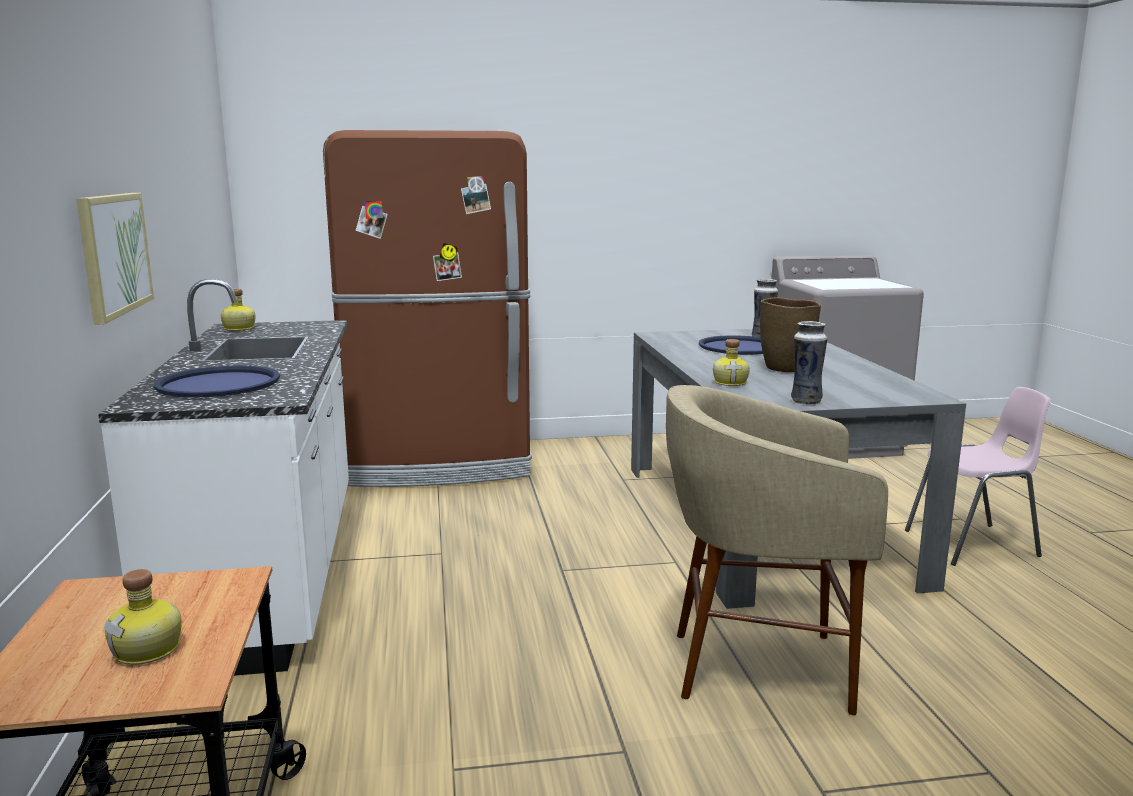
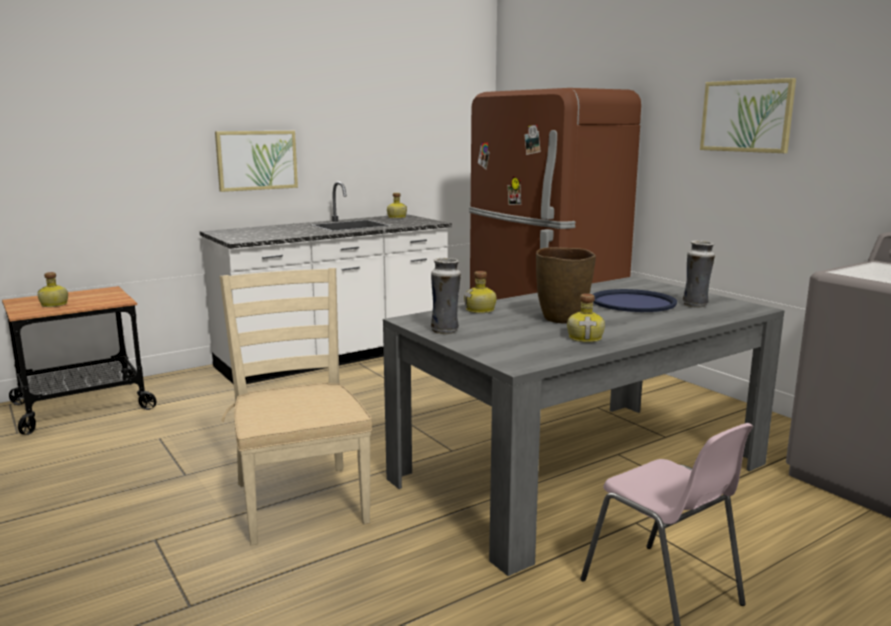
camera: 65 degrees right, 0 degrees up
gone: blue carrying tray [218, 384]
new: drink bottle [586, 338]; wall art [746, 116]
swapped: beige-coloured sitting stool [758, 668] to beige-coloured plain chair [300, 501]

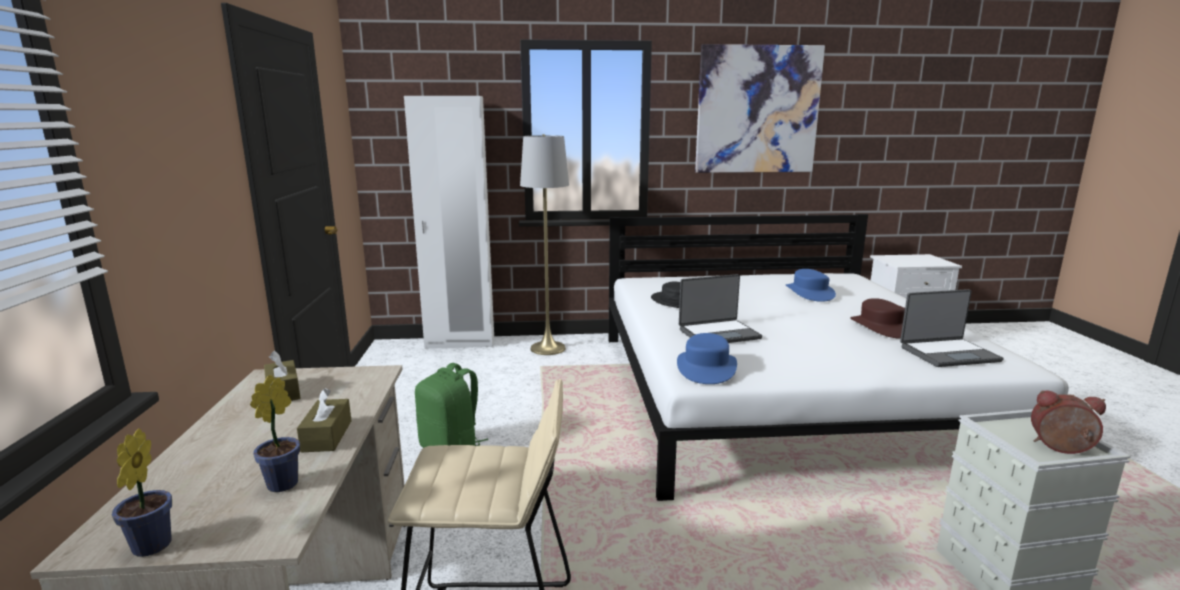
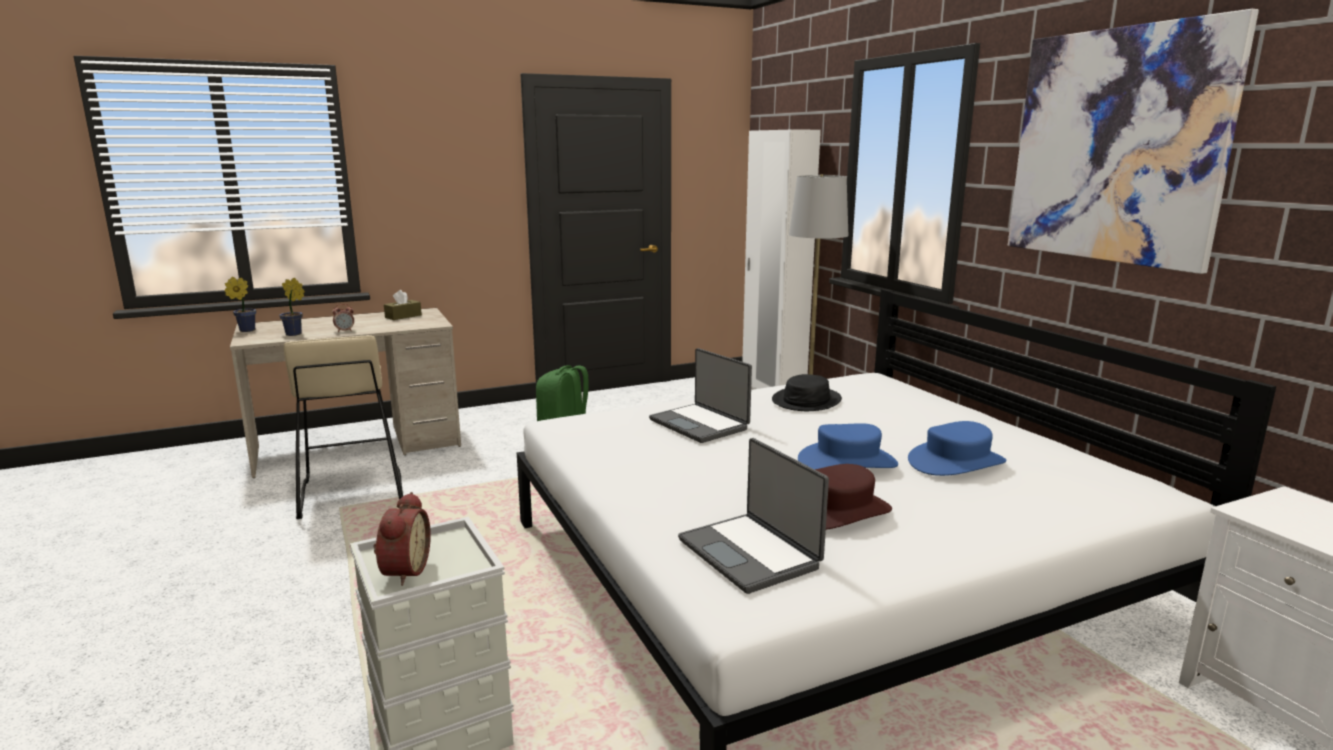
camera: 70 degrees right, 0 degrees up
shifted: blue clothing hat [706, 368] to [847, 462]
swapped: brown tissue box [327, 436] to bedside clock [345, 331]

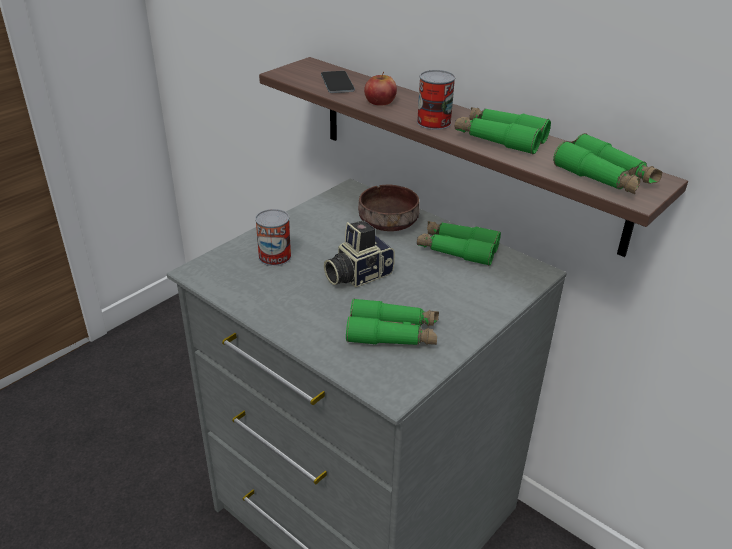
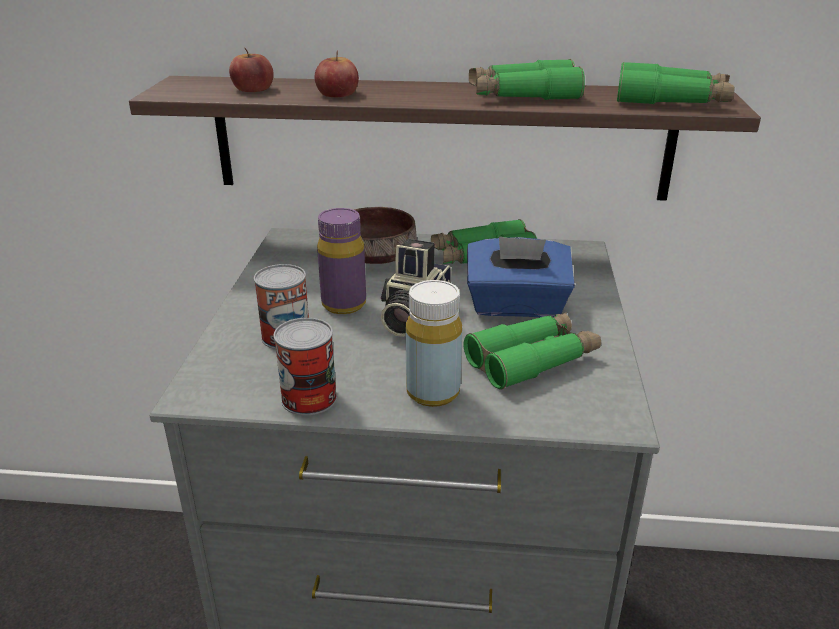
camera: 35 degrees left, 5 degrees down
new: purple drink bottle [344, 304]; yellow drink bottle [433, 392]; blue tissue box [516, 306]
shifted: can [434, 122] to [309, 398]
swapped: handset [337, 82] to whole apple [253, 89]

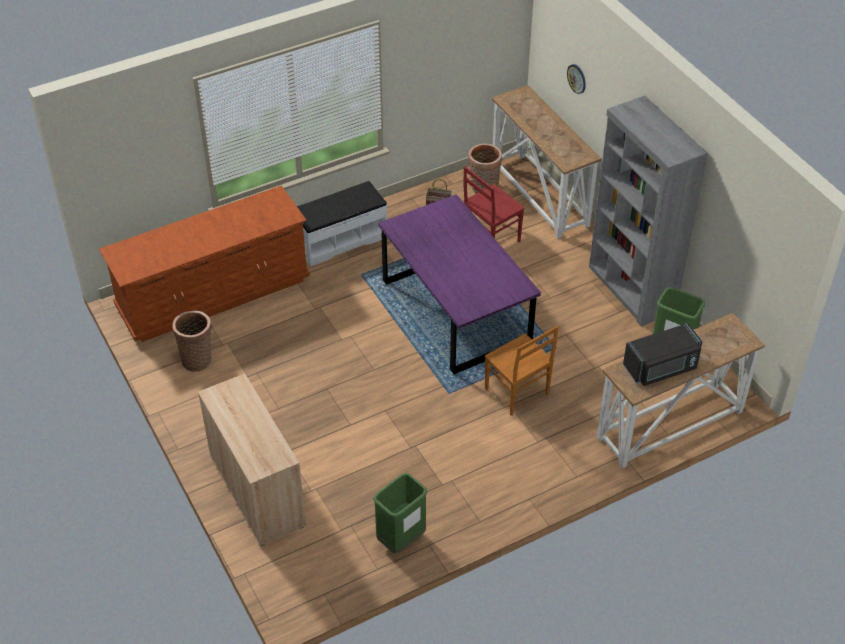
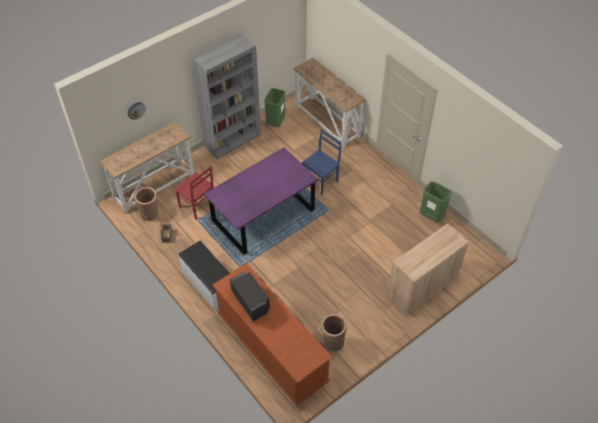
camera: 100 degrees left, 5 degrees up
shifted: blackish microwave oven [661, 368] to [251, 301]
repainted: brown plain chair [517, 393] to blue plain chair [321, 181]

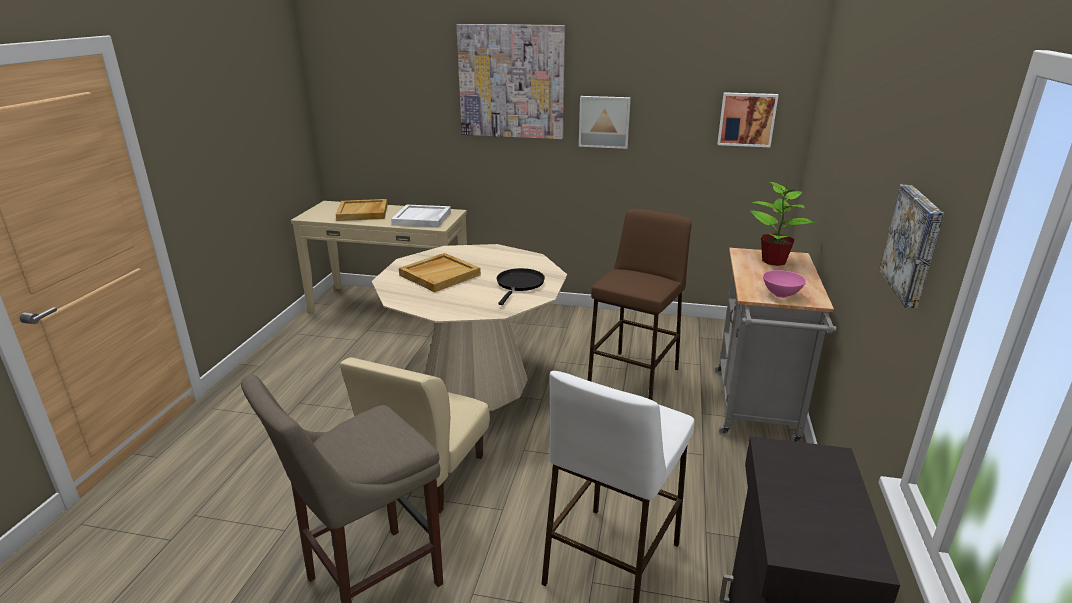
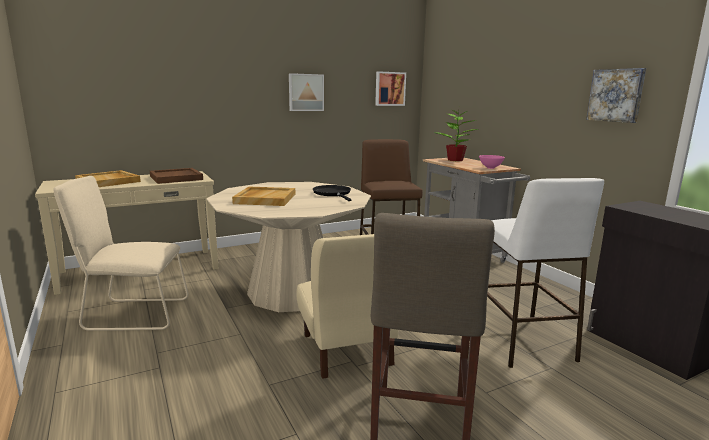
camera: 40 degrees left, 10 degrees down
gone: wall art [511, 82]
new: beige-coloured plain chair [133, 314]
repainted: whitish carrying tray [422, 218] to brown carrying tray [176, 178]

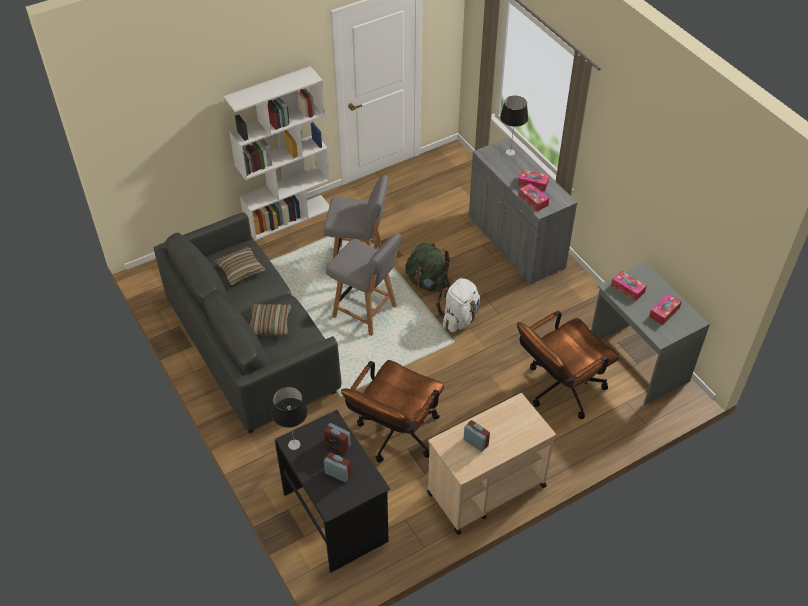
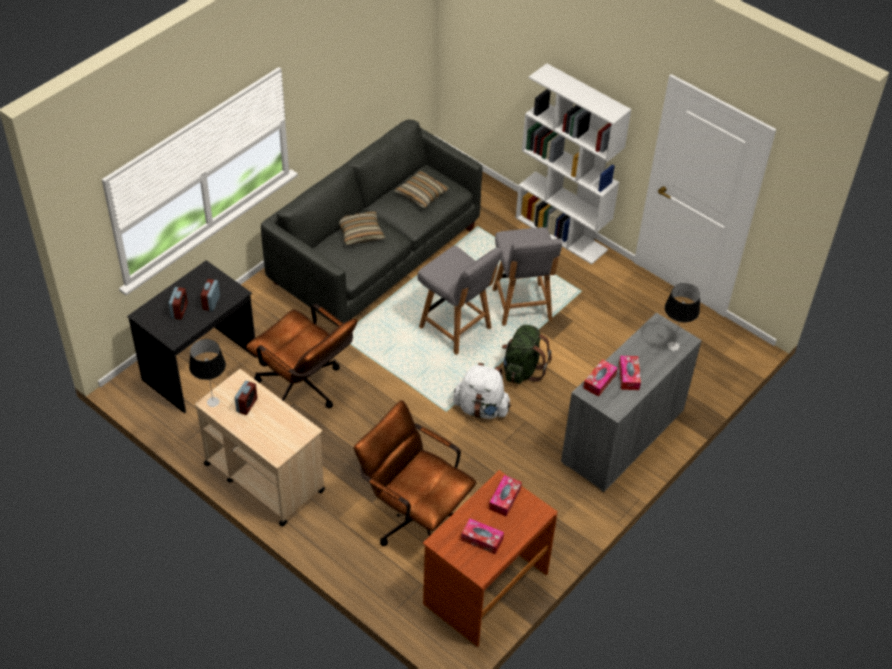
camera: 70 degrees right, 0 degrees up
shifted: lamp for a table [294, 445] to [212, 402]
repainted: greyish desk unit [637, 362] to brown desk unit [485, 587]
rotated: brown office chair [394, 437] = [305, 390] 150 degrees counterclockwise; greyish plain chair [366, 312] = [456, 329] 60 degrees counterclockwise

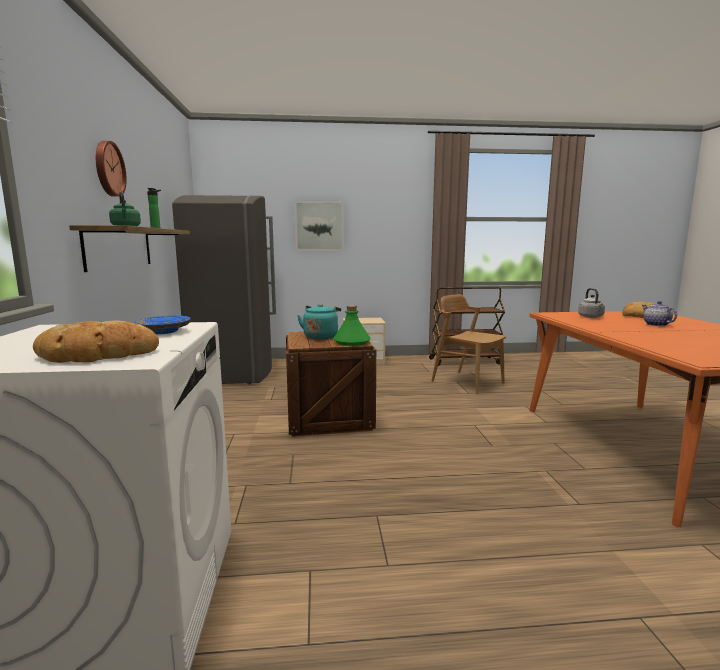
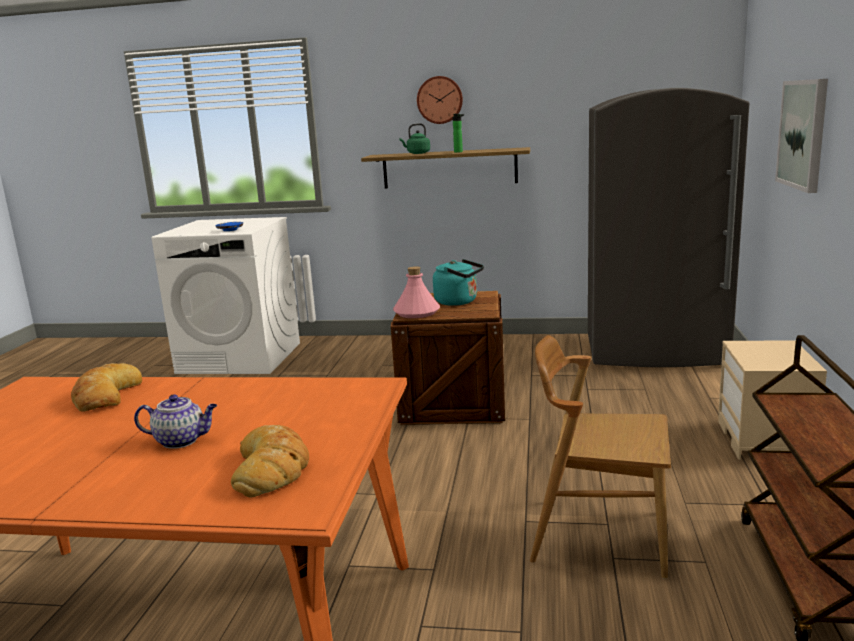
camera: 105 degrees right, 5 degrees up
gone: greyish kettle [591, 317]
shifted: bakery bread [97, 355] to [105, 395]
repainted: green-coloured drink bottle [351, 342] to pink drink bottle [417, 312]
rotated: brown plain chair [467, 382] = [599, 535] 135 degrees counterclockwise

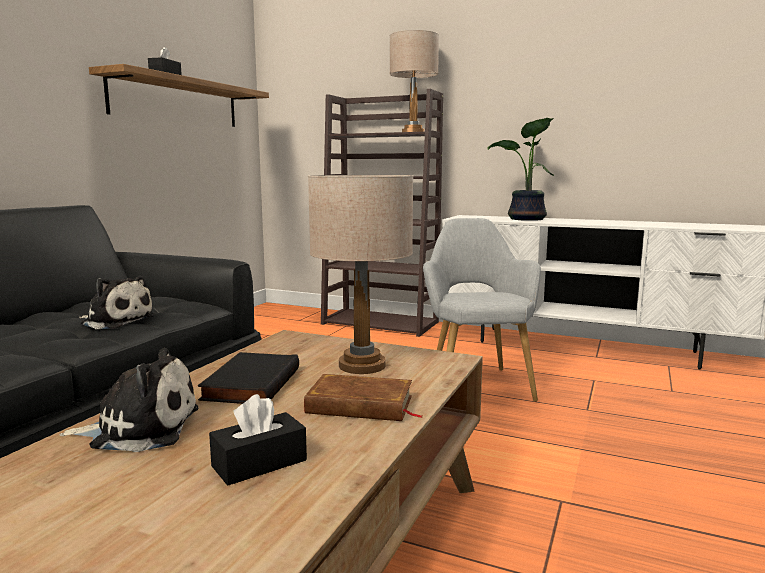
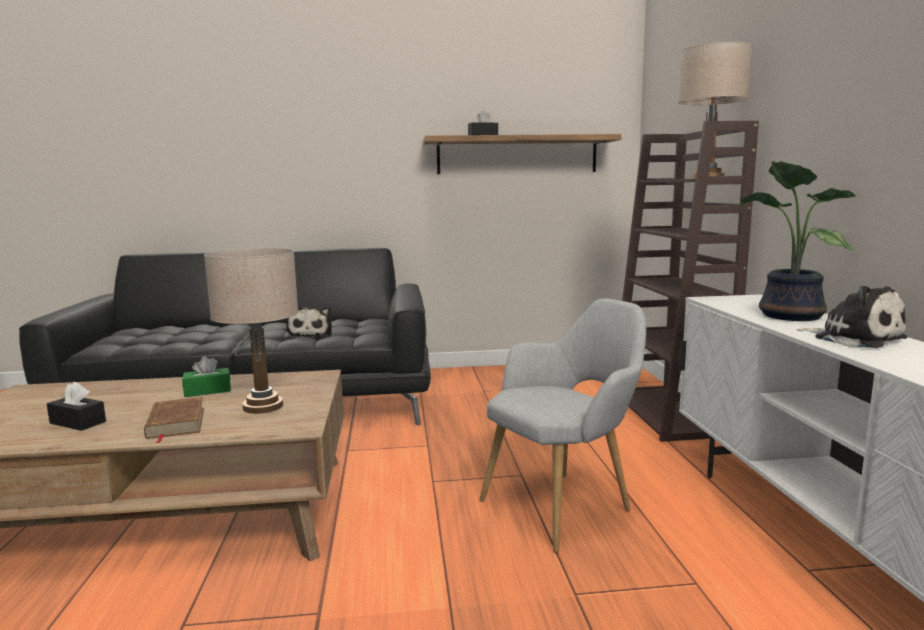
camera: 60 degrees right, 0 degrees up
shifted: soft toy [140, 428] to [854, 338]
swapped: blackish book [250, 383] to green-coloured tissue box [208, 391]

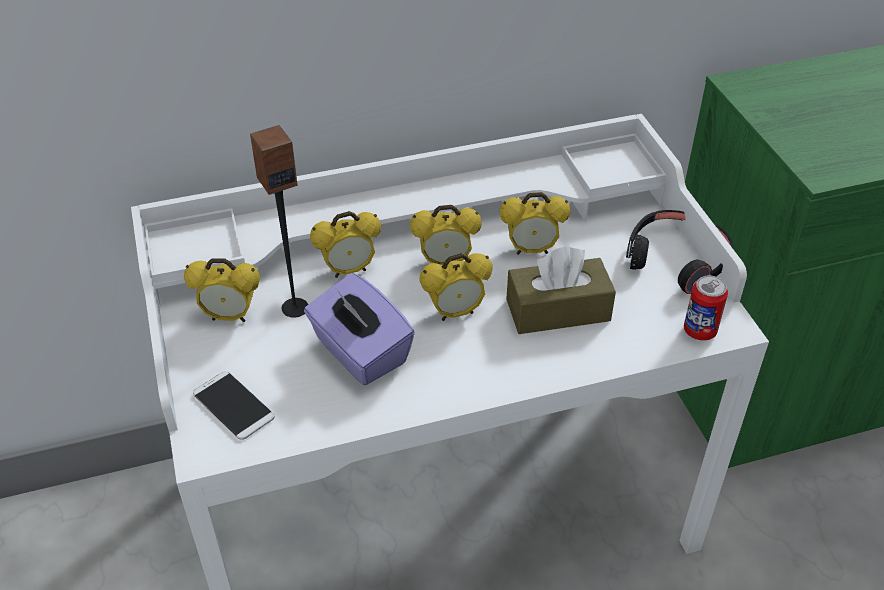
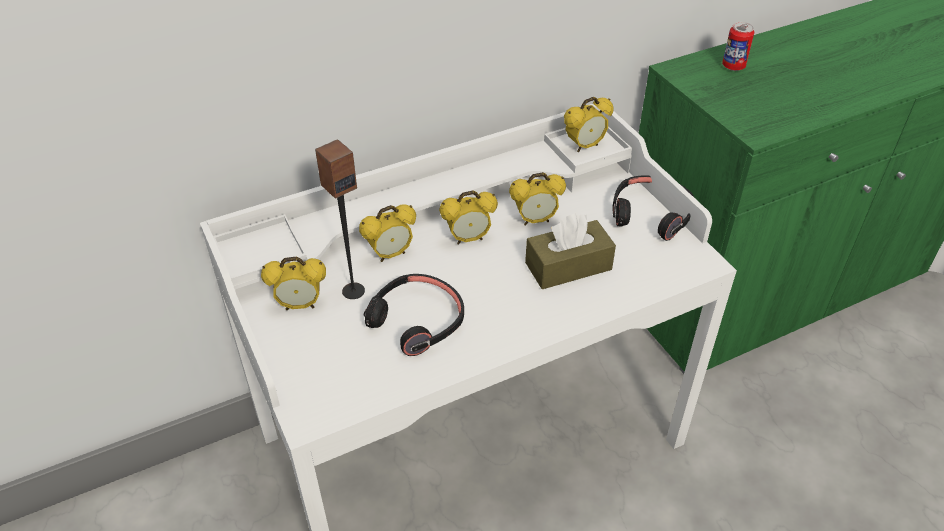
camera: 10 degrees left, 0 degrees up
gone: handset [233, 406]
shifted: bedside clock [455, 313] to [585, 146]; can [699, 331] to [733, 66]
swapped: purple tissue box [360, 352] to blackish headphones [417, 321]

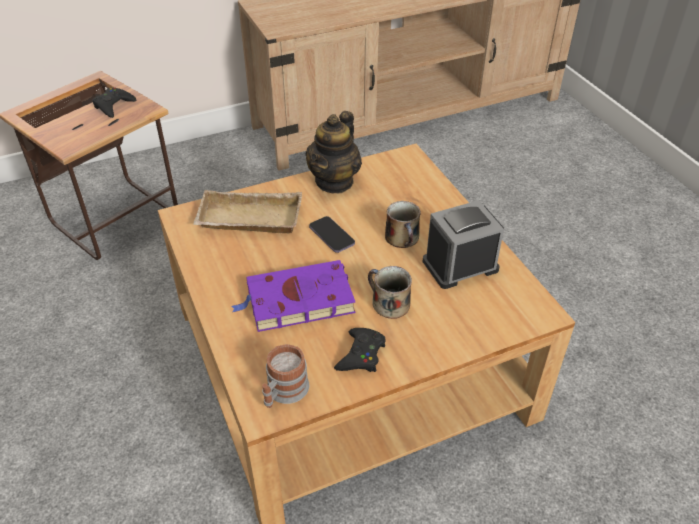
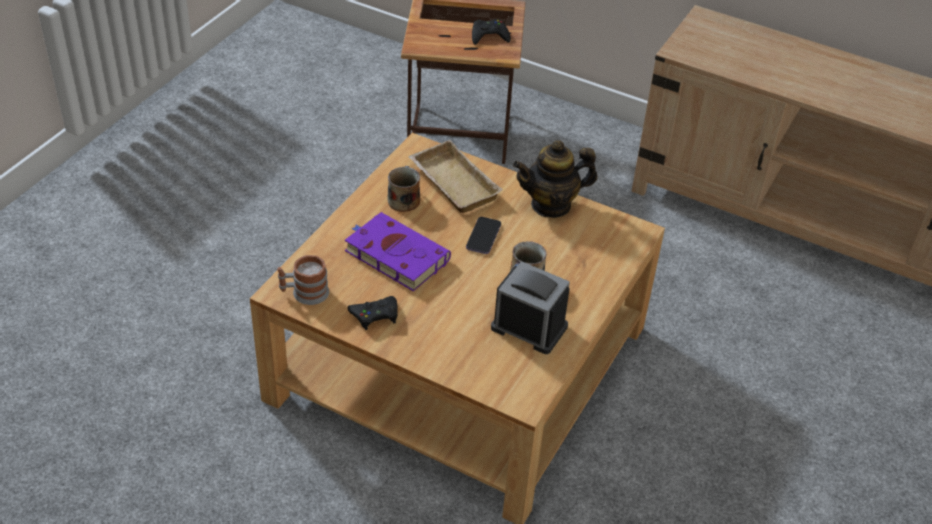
camera: 50 degrees right, 0 degrees up
shifted: tea mug [388, 303] to [403, 199]

